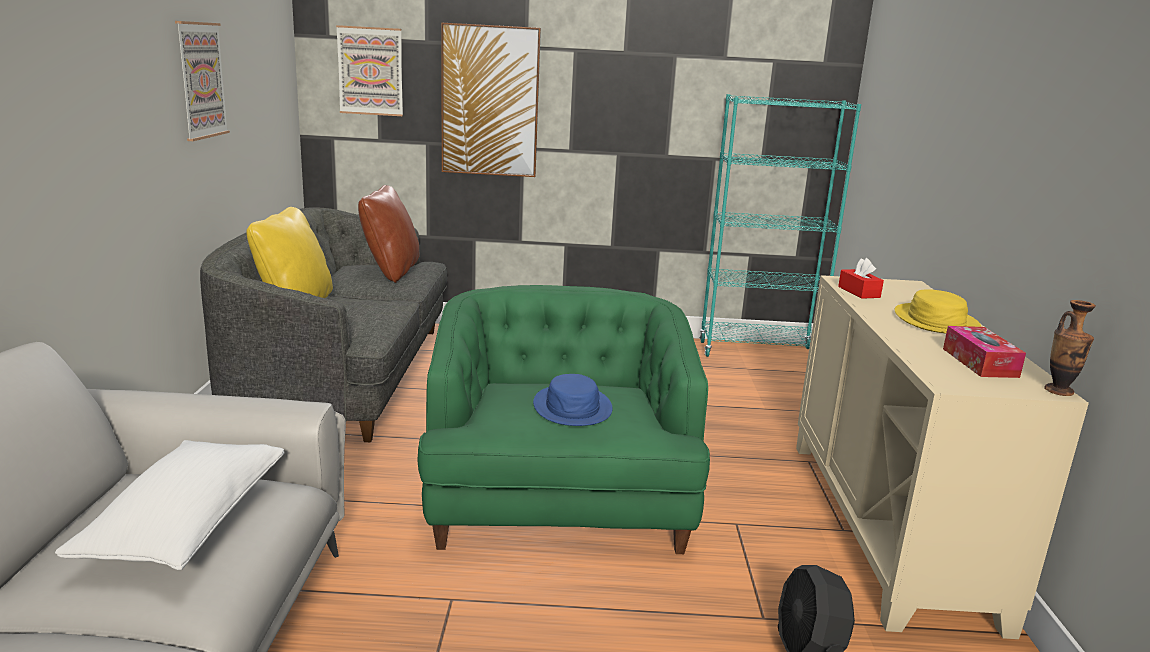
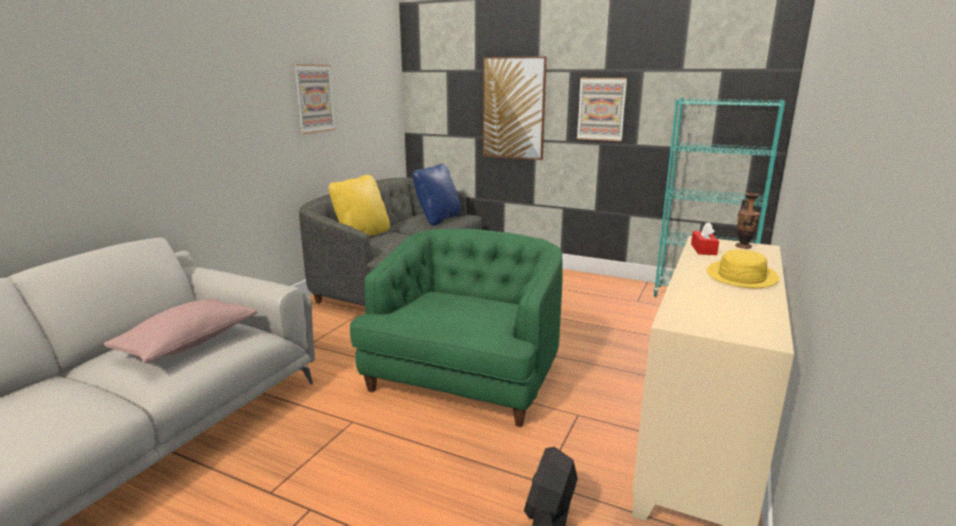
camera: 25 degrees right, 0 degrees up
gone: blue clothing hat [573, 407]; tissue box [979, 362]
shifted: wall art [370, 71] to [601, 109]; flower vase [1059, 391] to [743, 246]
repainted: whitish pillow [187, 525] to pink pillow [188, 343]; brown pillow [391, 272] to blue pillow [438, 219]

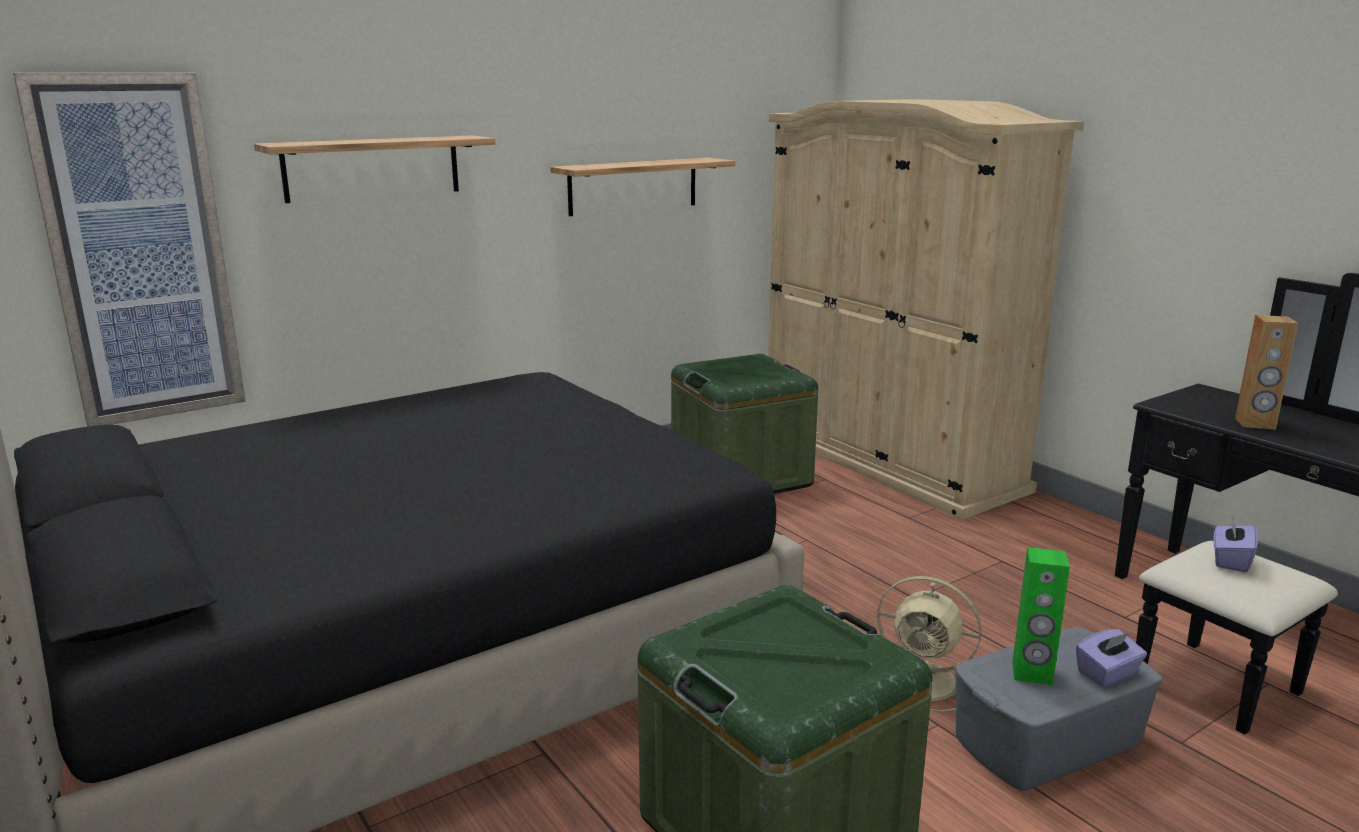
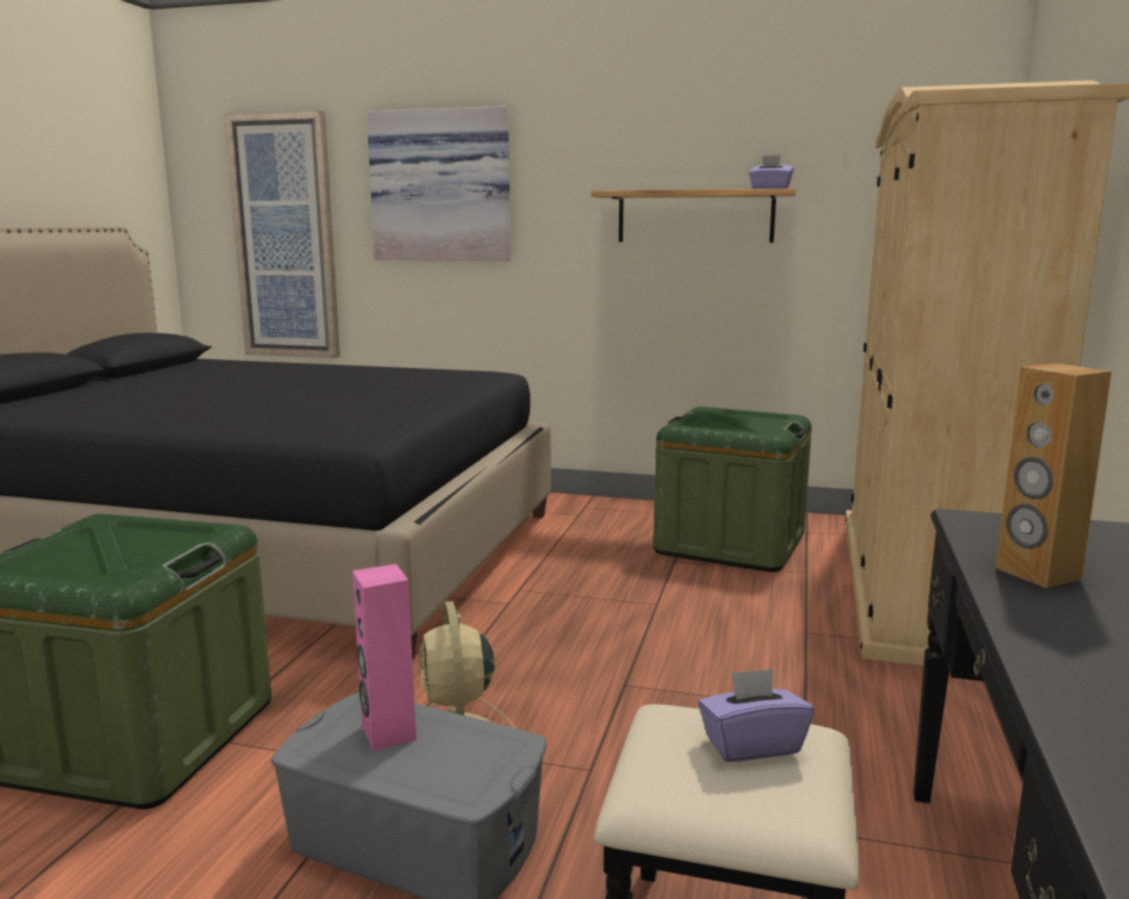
camera: 50 degrees right, 5 degrees down
shifted: purple tissue box [1108, 674] to [770, 189]
swapped: shelf [372, 168] to wall art [442, 186]
repainted: green-coloured audio speaker [1032, 673] to pink audio speaker [387, 733]

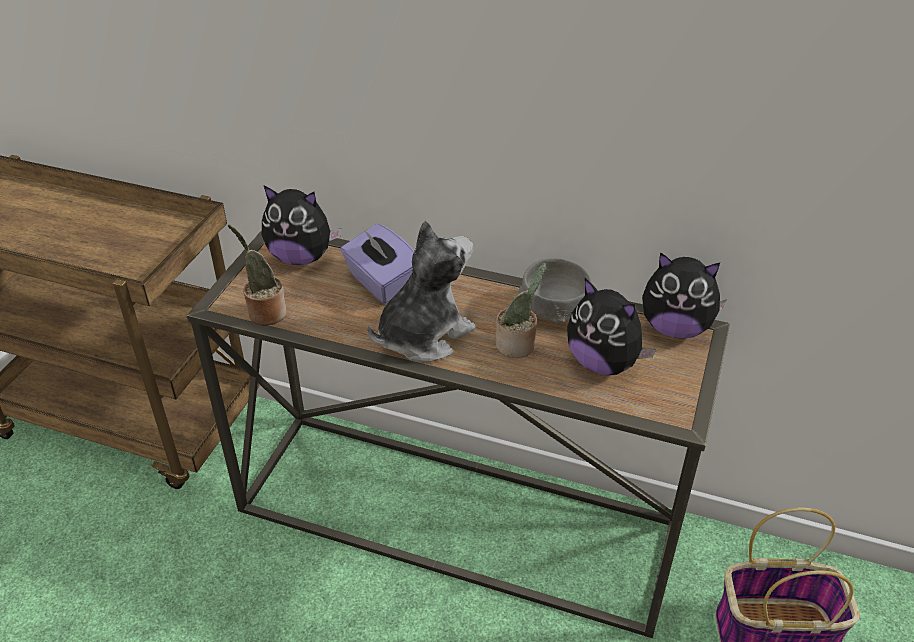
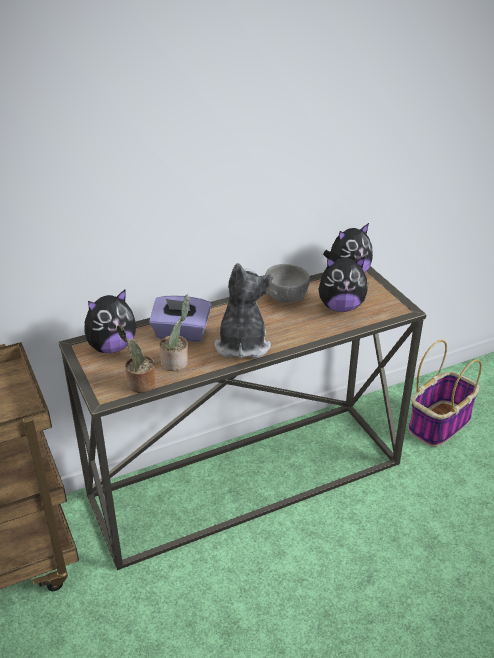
camera: 45 degrees left, 5 degrees down
shifted: potted plant [518, 346] to [176, 362]

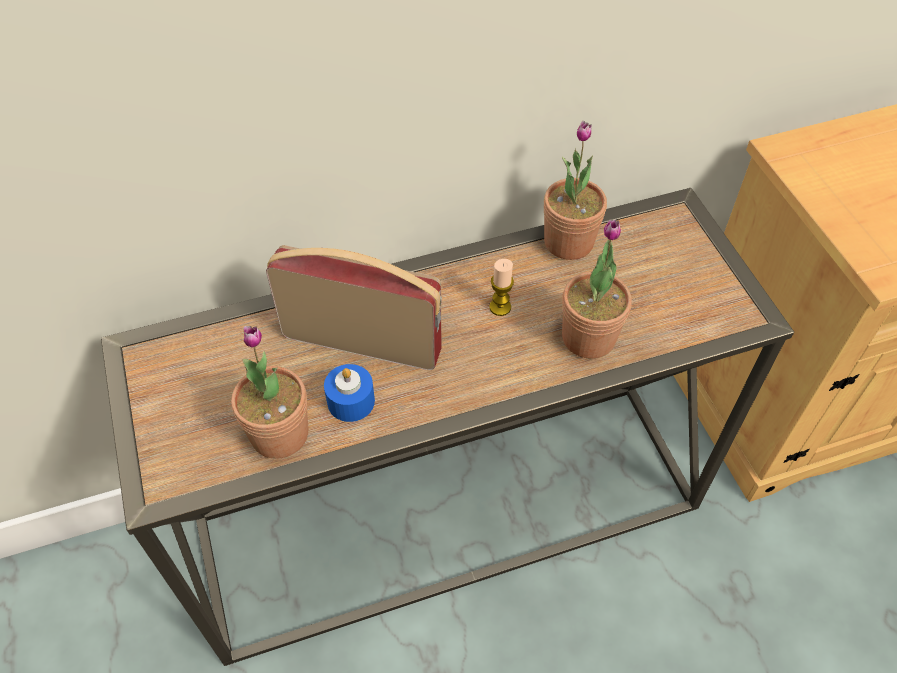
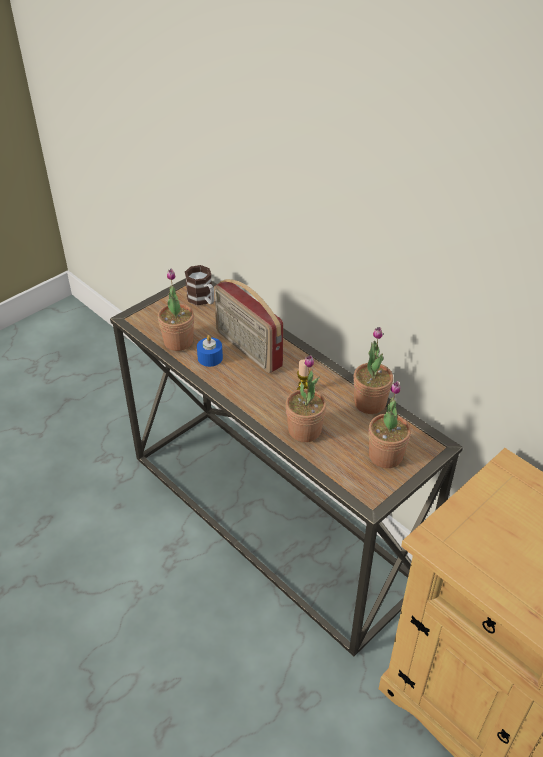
camera: 65 degrees right, 10 degrees down
new: tea mug [203, 300]; potted plant [385, 456]
rotated: radio set [363, 341] = [247, 349] 150 degrees clockwise

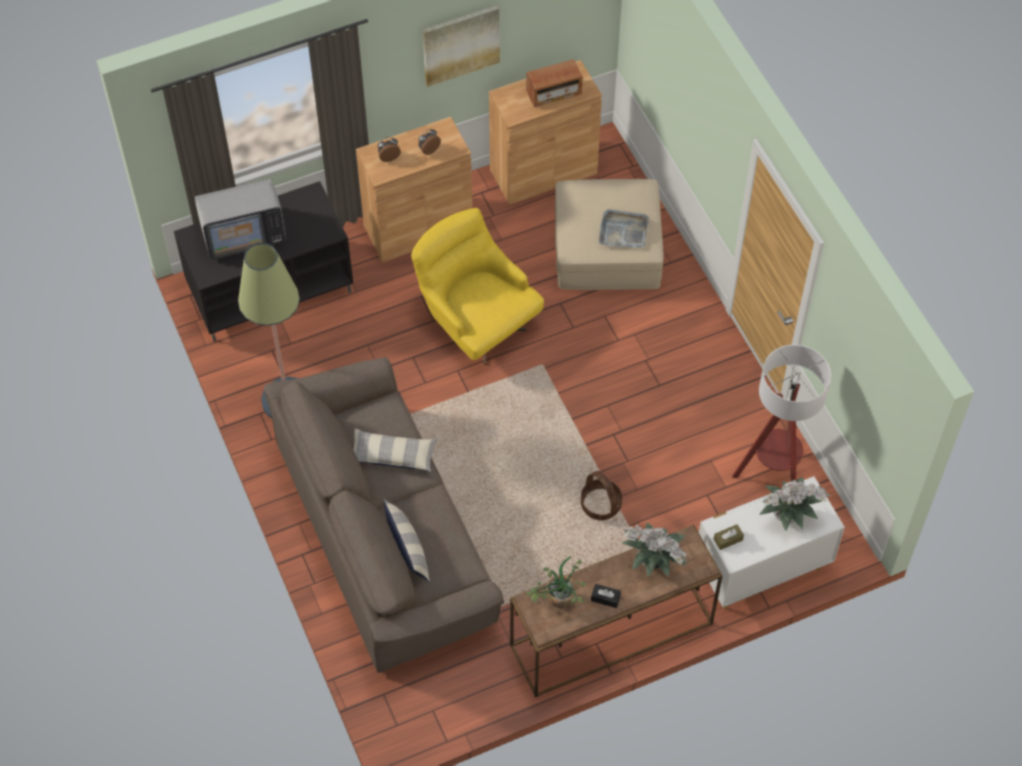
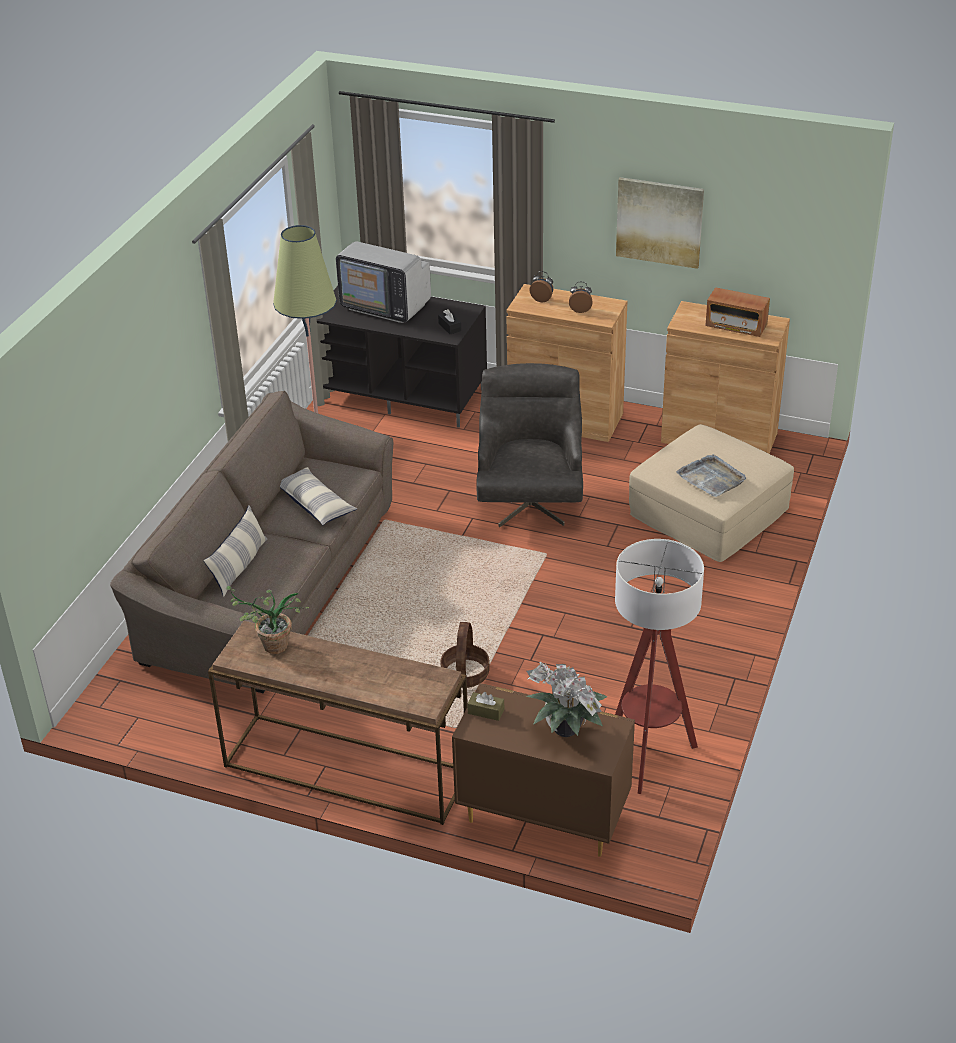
camera: 45 degrees right, 20 degrees down
gone: potted plant [654, 563]
shifted: blackish tissue box [605, 598] to [449, 327]
repainted: whitish drawer chest [760, 570] to brown drawer chest [542, 816]; yellow easy chair [476, 322] to greyish easy chair [530, 497]

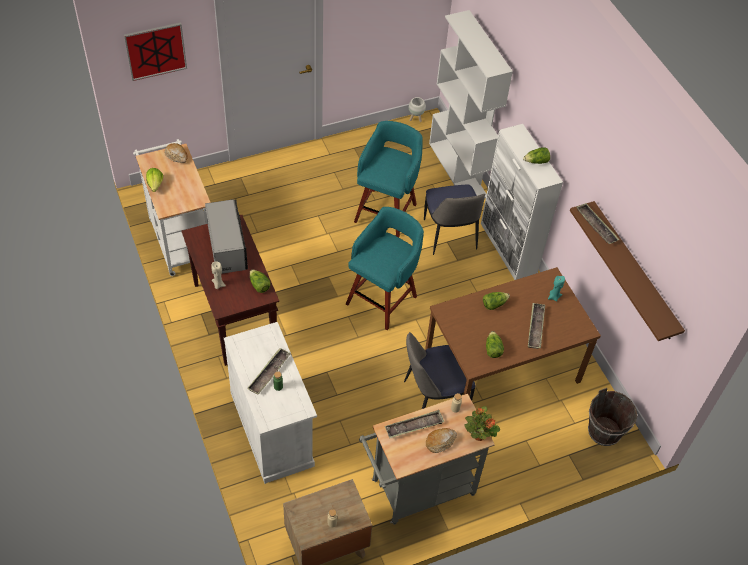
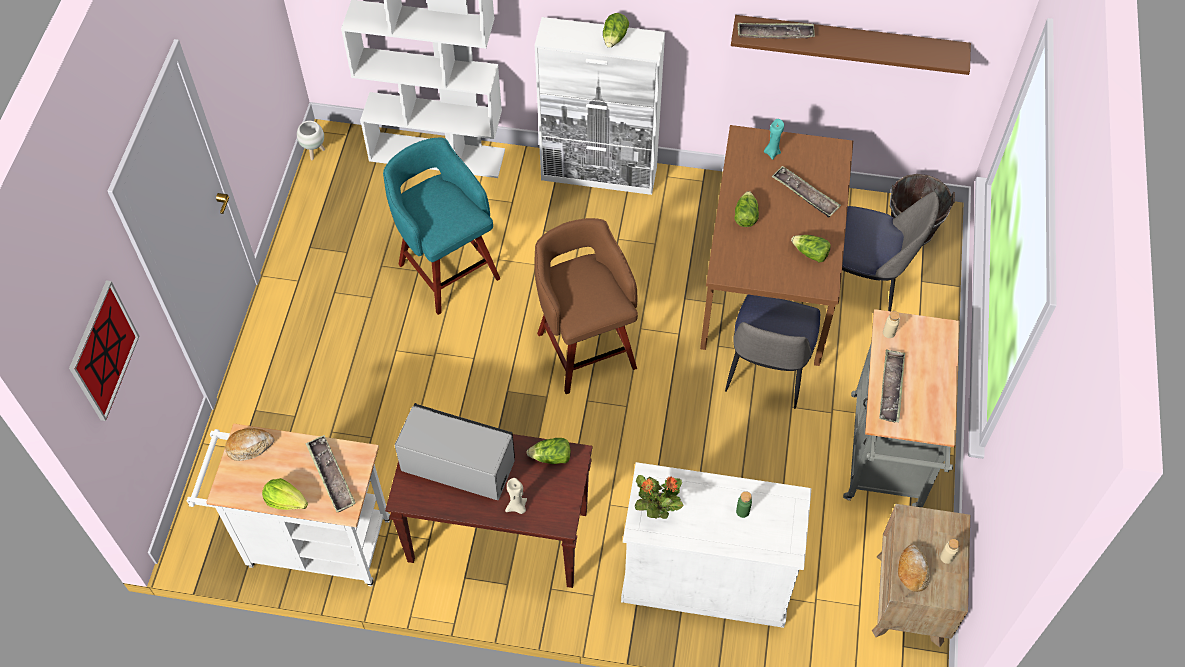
camera: 55 degrees left, 5 degrees up
shifted: carrying tray [269, 373] to [331, 476]; potted plant [479, 435] to [656, 509]; plain chair [449, 236] to [866, 283]; bakery bread [440, 441] to [912, 571]
repainted: turquoise-coloured sitting stool [383, 299] to brown sitting stool [585, 347]

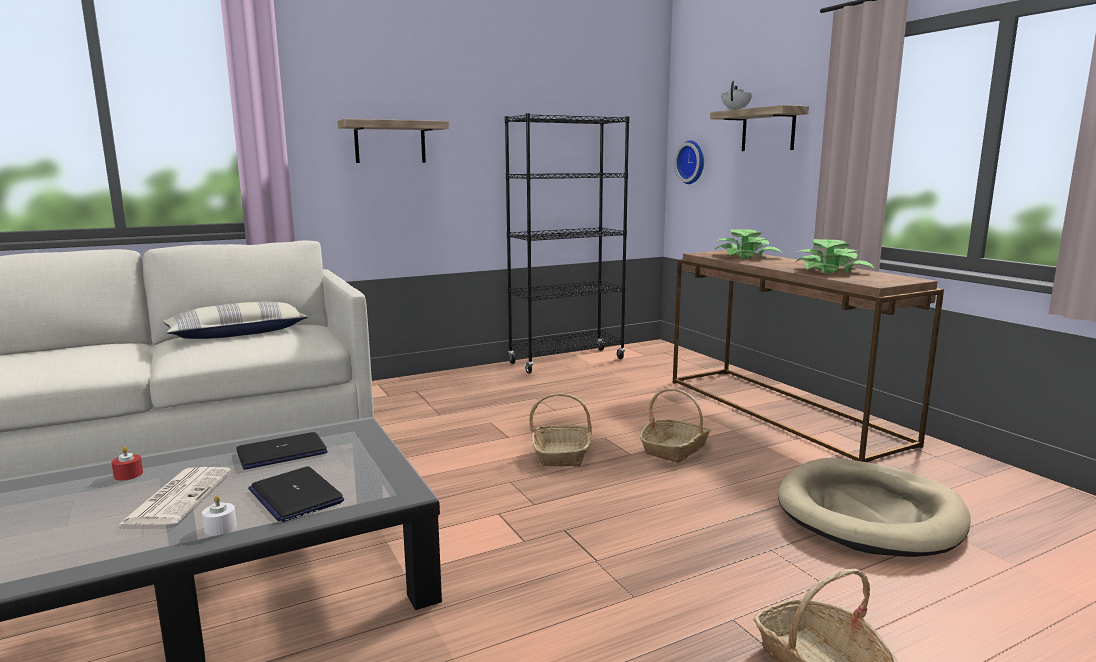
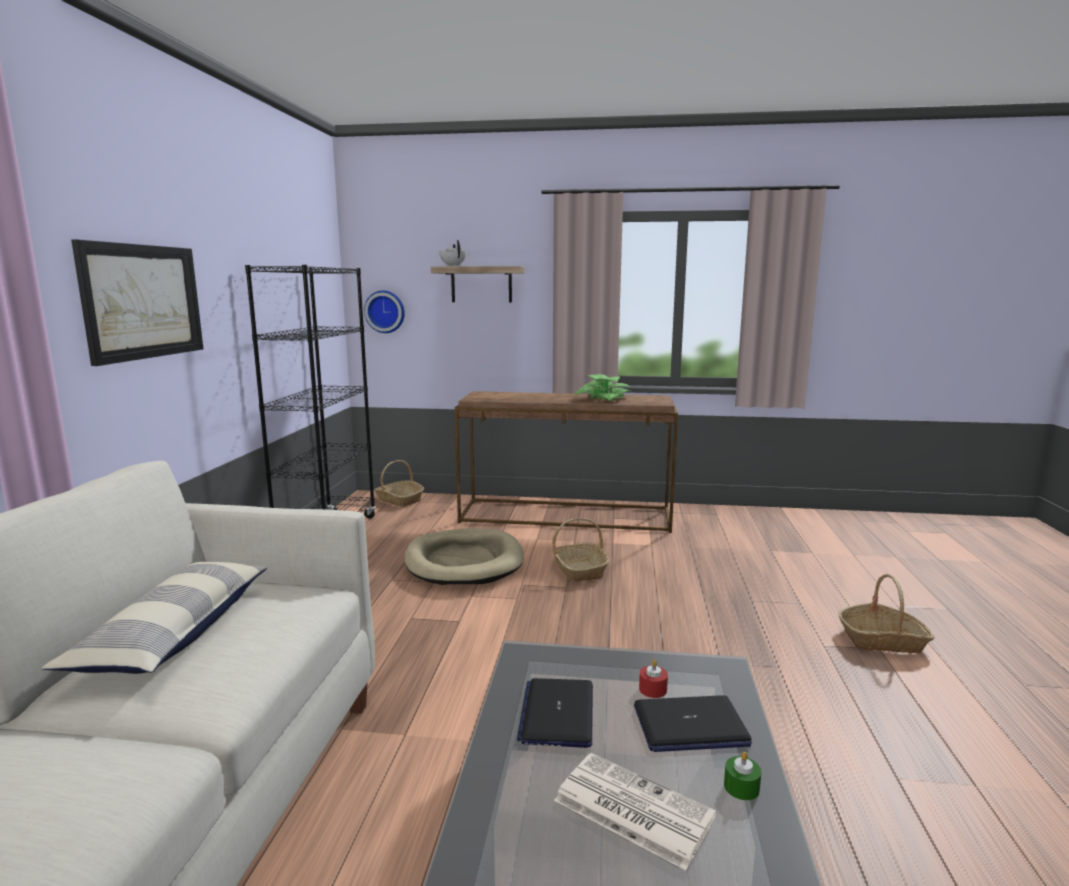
camera: 55 degrees left, 0 degrees up
gone: potted plant [746, 256]
shifted: household basket [561, 454] to [399, 500]; beige-coloured pet bed [870, 513] to [464, 562]; red-coloured wax light [128, 474] to [653, 689]
swapped: shelf [390, 142] to wall art [143, 301]
repainted: whitish wax light [220, 527] to green-coloured wax light [741, 787]

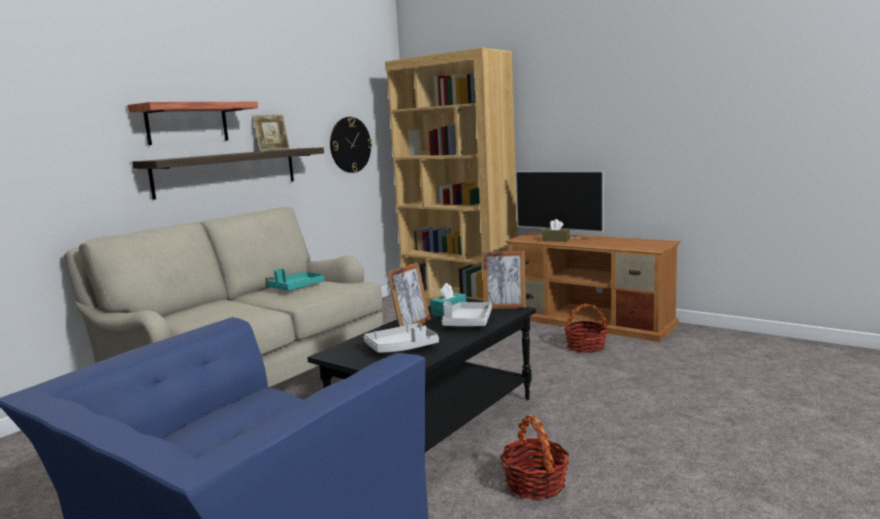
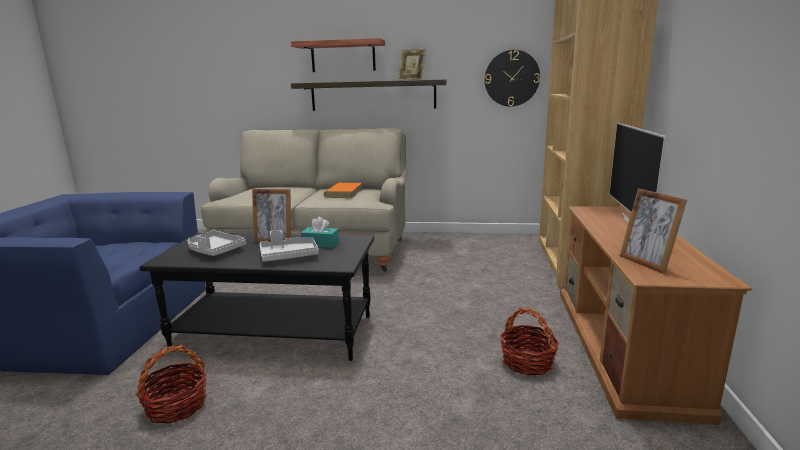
camera: 60 degrees right, 5 degrees up
gone: brown tissue box [556, 240]
shifted: standing frame [505, 307] to [646, 263]
swapped: turquoise-coloured carrying tray [296, 288] to orangey book [344, 193]

